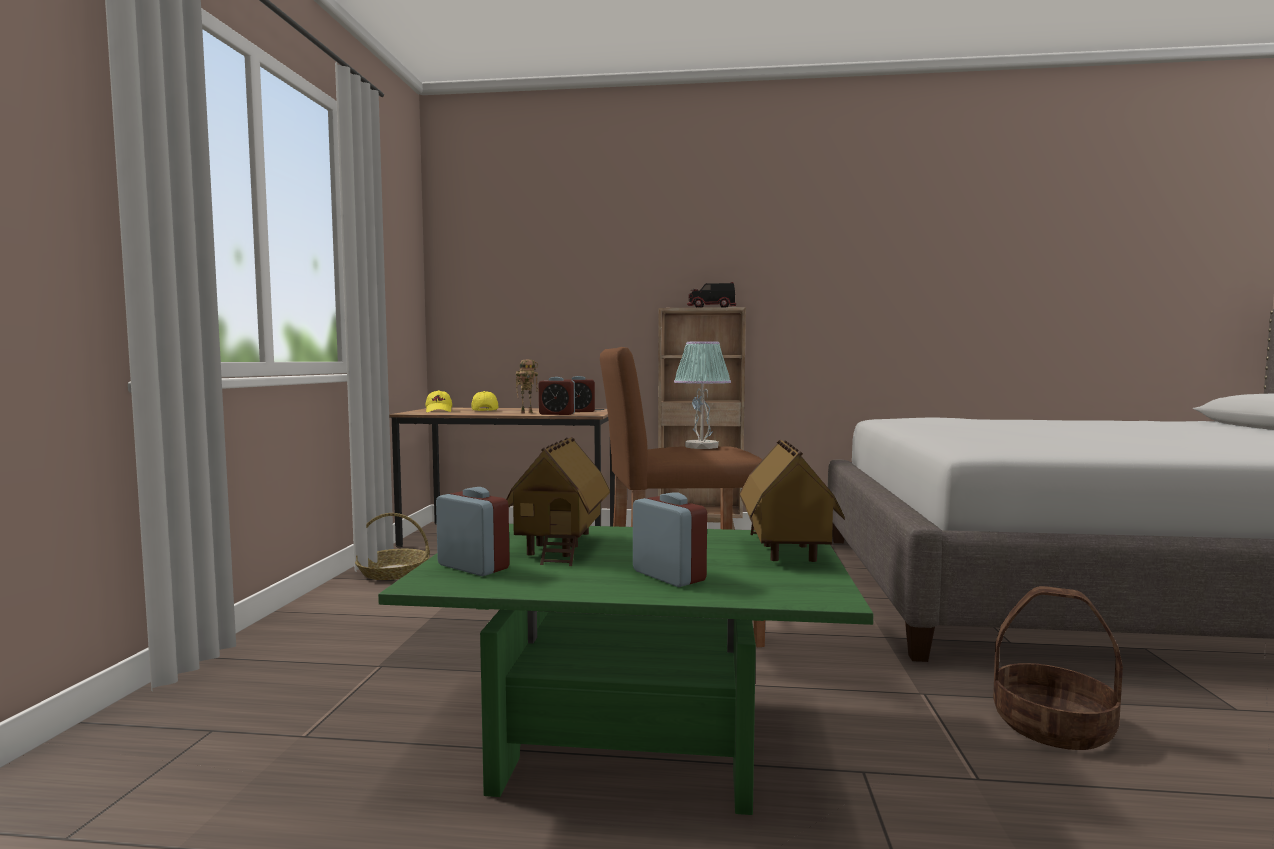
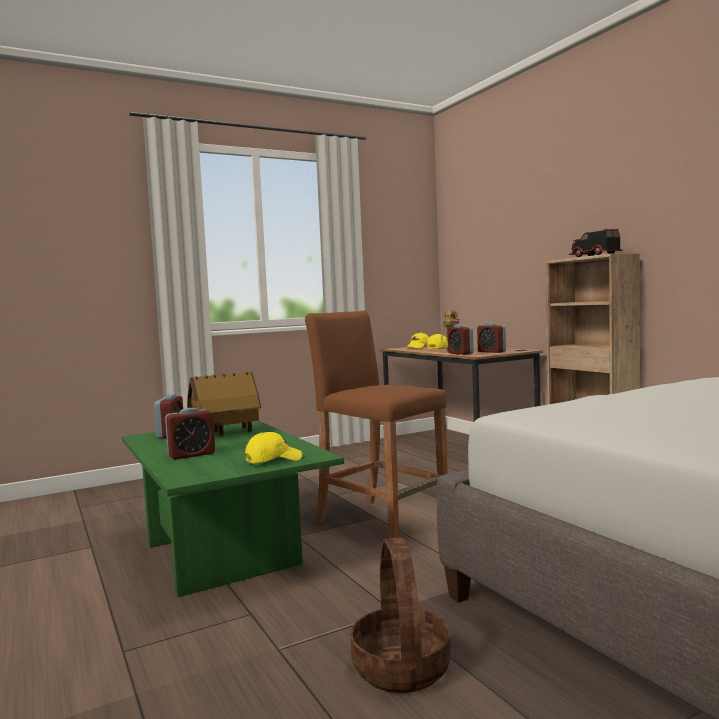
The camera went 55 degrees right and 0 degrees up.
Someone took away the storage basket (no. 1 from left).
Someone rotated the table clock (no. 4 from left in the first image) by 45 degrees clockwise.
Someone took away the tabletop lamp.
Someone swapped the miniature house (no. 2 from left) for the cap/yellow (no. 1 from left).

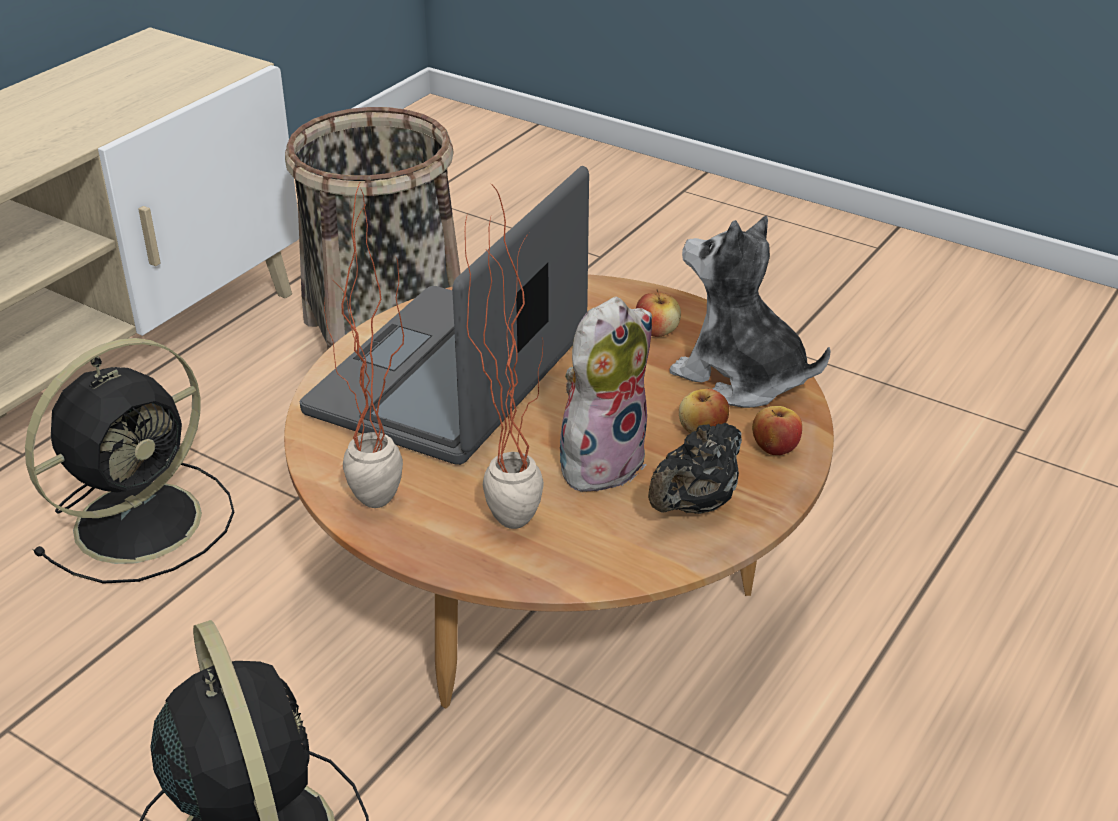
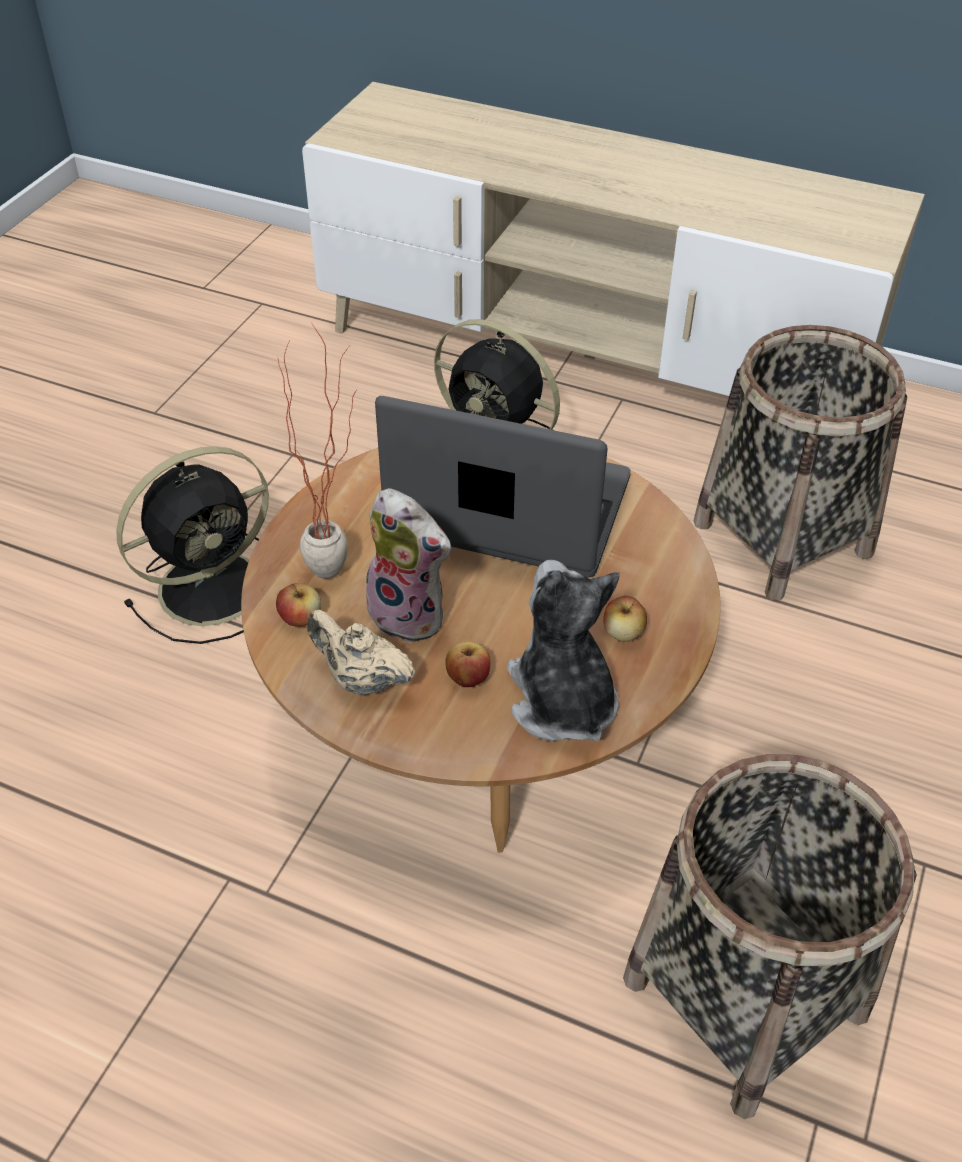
The camera went 80 degrees right and 10 degrees up.
Someone took away the houseplant (no. 1 from left).
Someone repainted the teapot/black, which became the teapot/sand-coloured.
Someone rotated the cuddly toy (no. 2 from left) by 45 degrees counterclockwise.
Someone carried the whole apple (no. 3 from left in the first image).
Someone put down the storage basket (no. 1 from left).

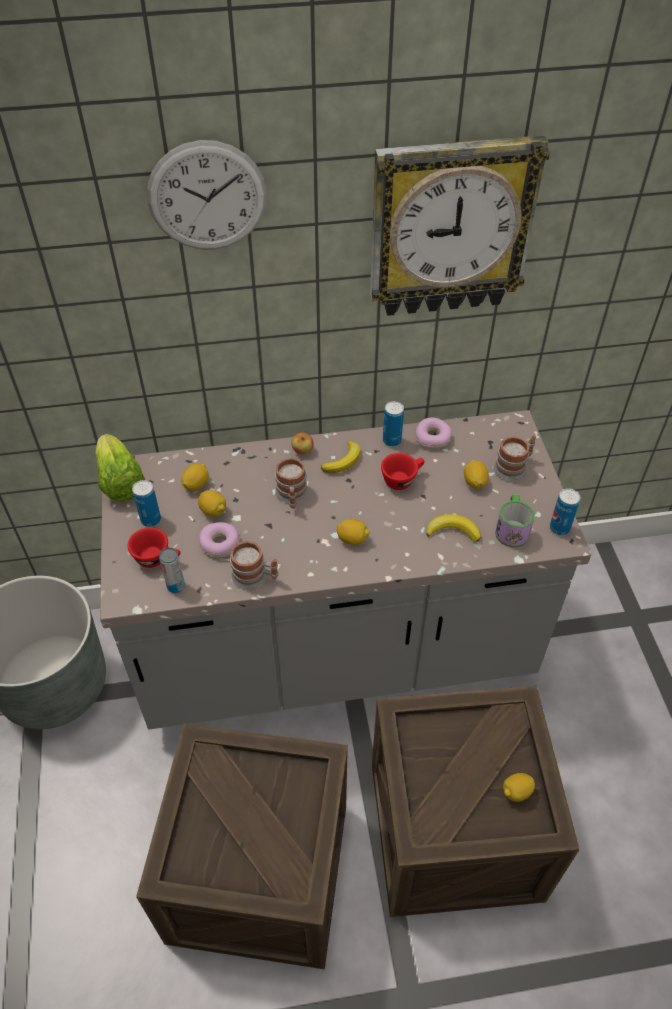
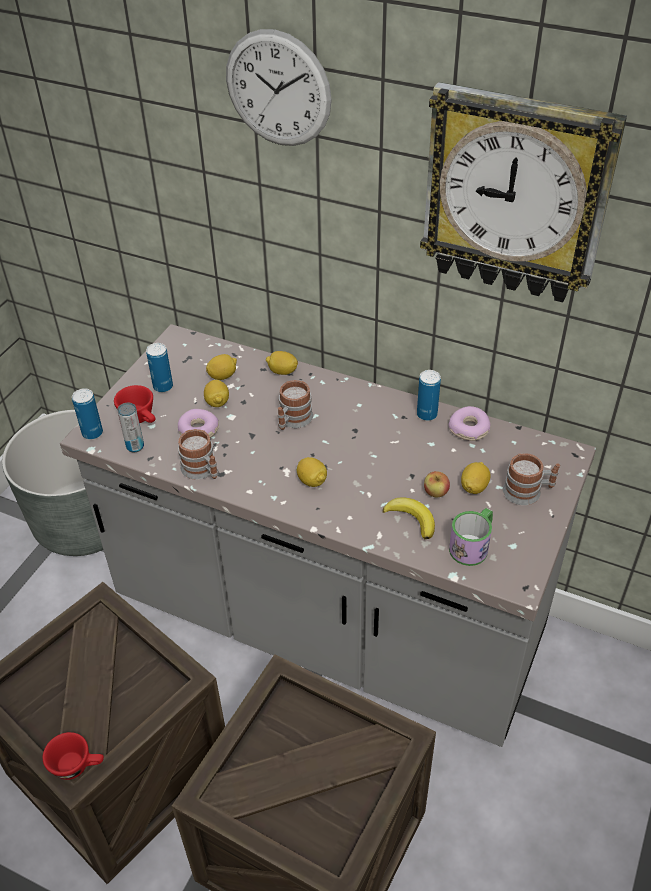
The camera went 35 degrees right and 5 degrees down.
Someone took away the head of lettuce.
Someone carried the whole apple.
Someone took away the banana (no. 1 from left).
Someone carried the cup/red (no. 2 from left in the first image).
Someone carried the citrus fruit (no. 5 from left in the first image).
Someone carried the can (no. 4 from left in the first image).

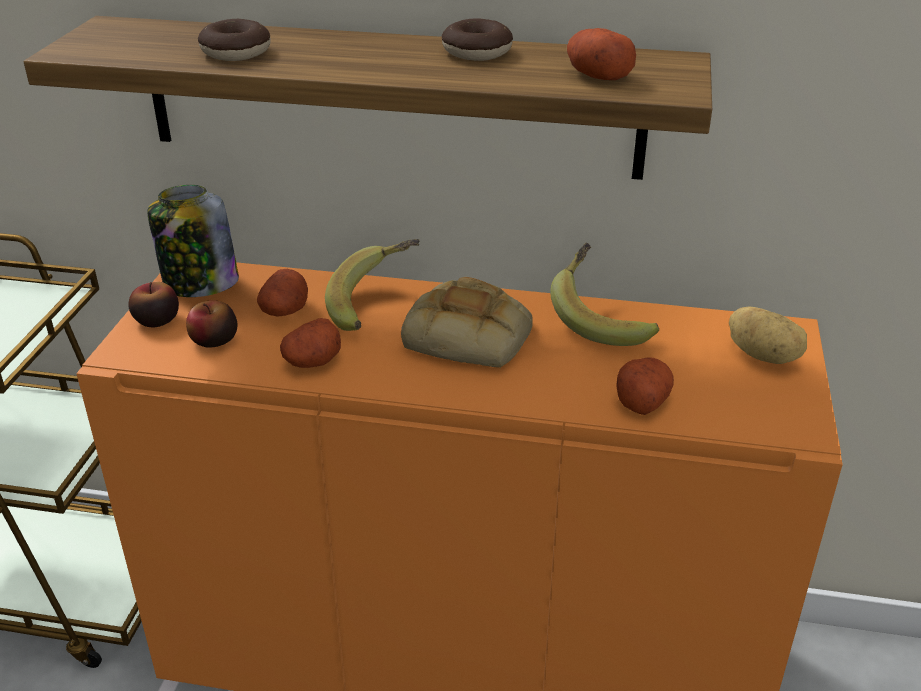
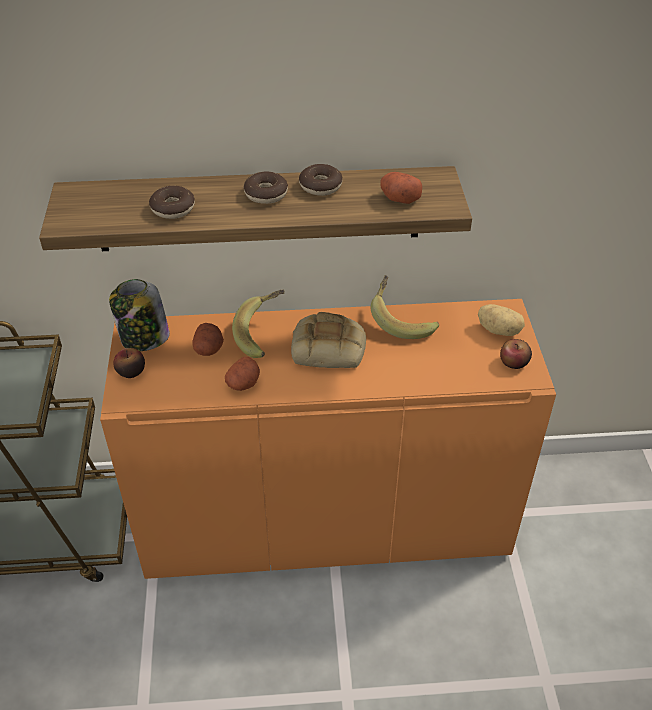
The camera went 15 degrees left and 10 degrees up.
Someone carried the whole apple (no. 2 from left).
Someone took away the spud (no. 4 from left).
Someone put down the donut (no. 2 from left).

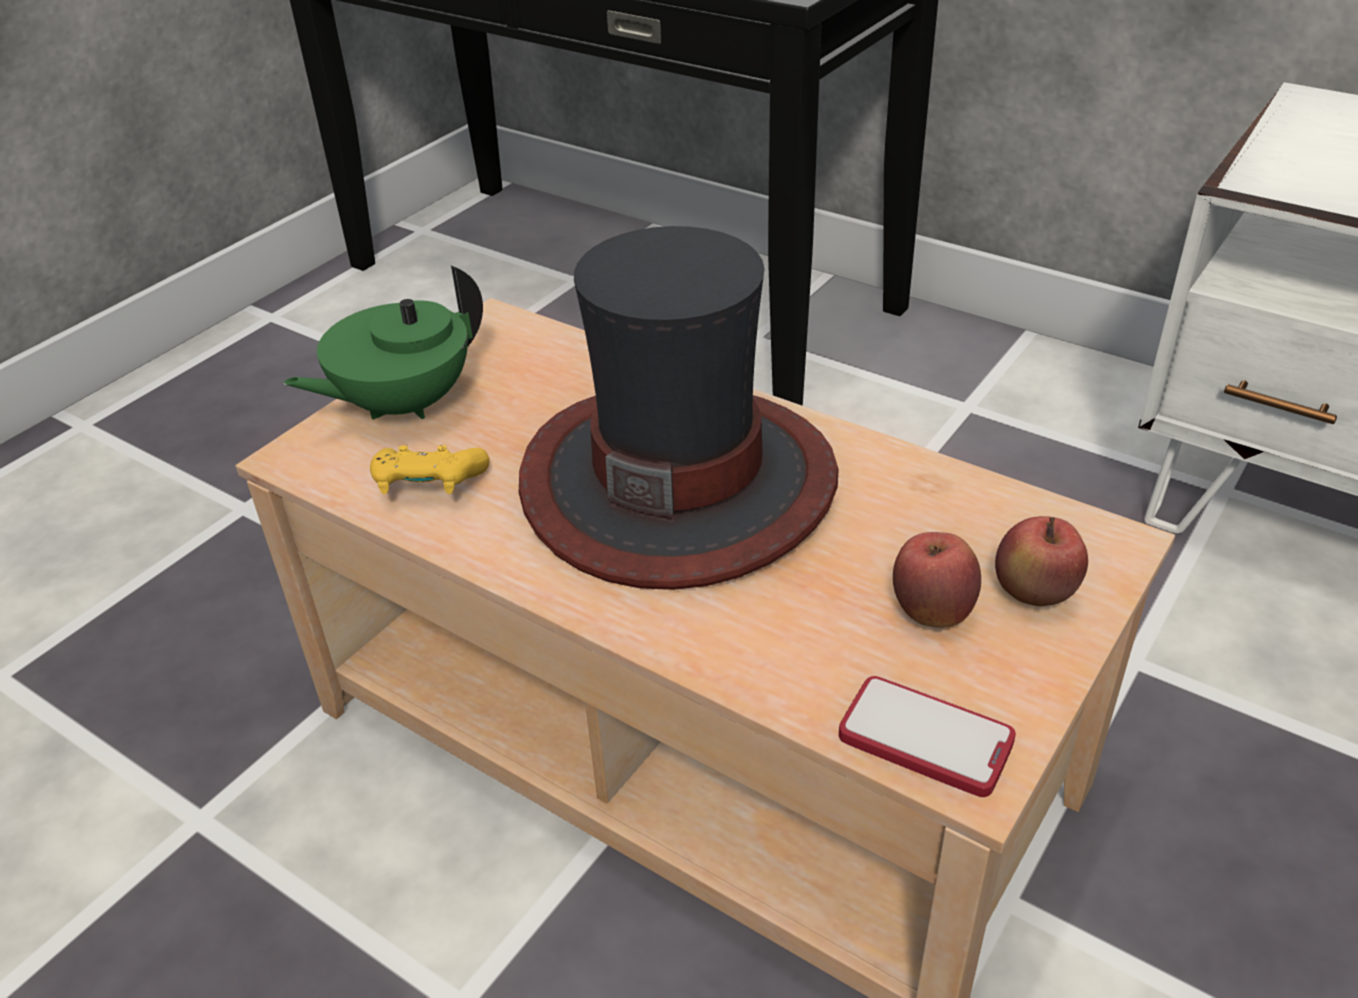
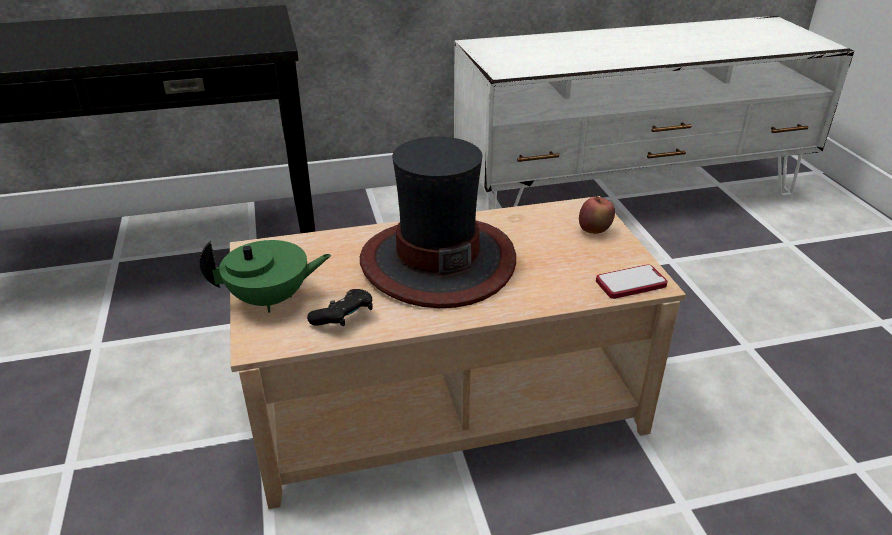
The camera went 50 degrees left and 5 degrees down.
Someone rotated the teapot/green-coloured by 105 degrees counterclockwise.
Someone repainted the game controller/yellow, which became the game controller/black.
Someone took away the whole apple (no. 1 from left).

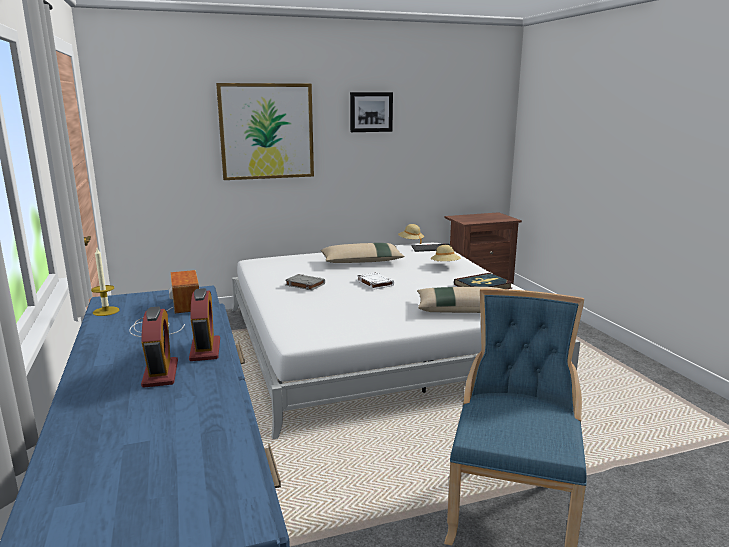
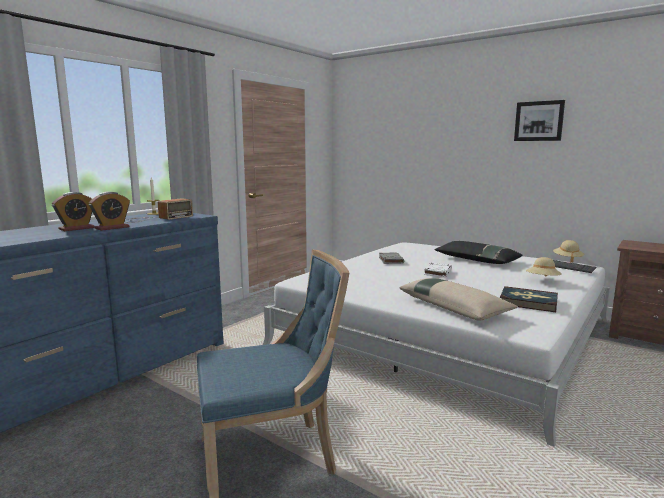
The camera went 55 degrees right and 5 degrees down.
Someone took away the picture (no. 1 from left).
Someone repainted the pillow/sand-coloured (no. 1 from left), which became the pillow/black.

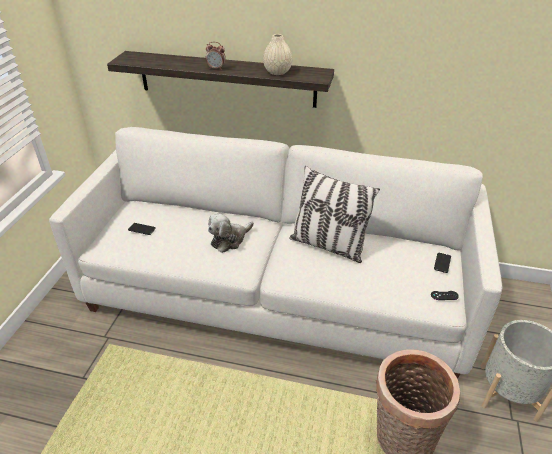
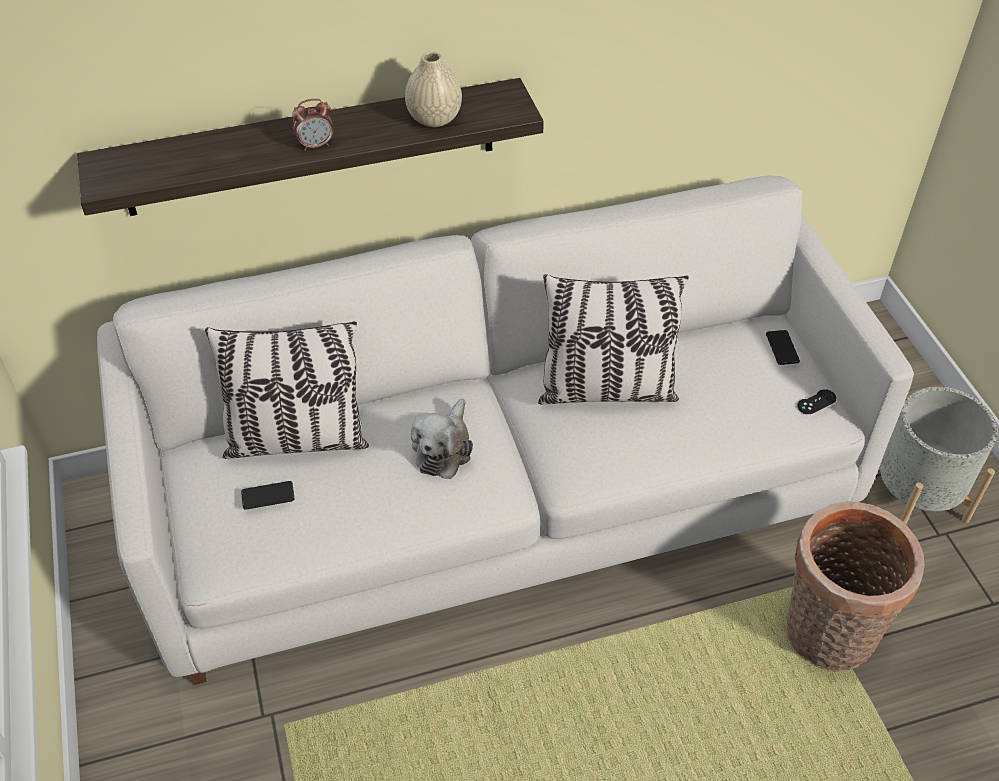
The camera went 30 degrees left and 10 degrees up.
Someone put down the pillow (no. 1 from left).

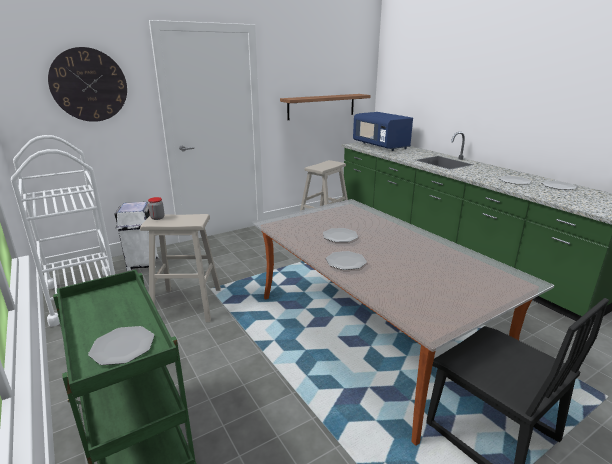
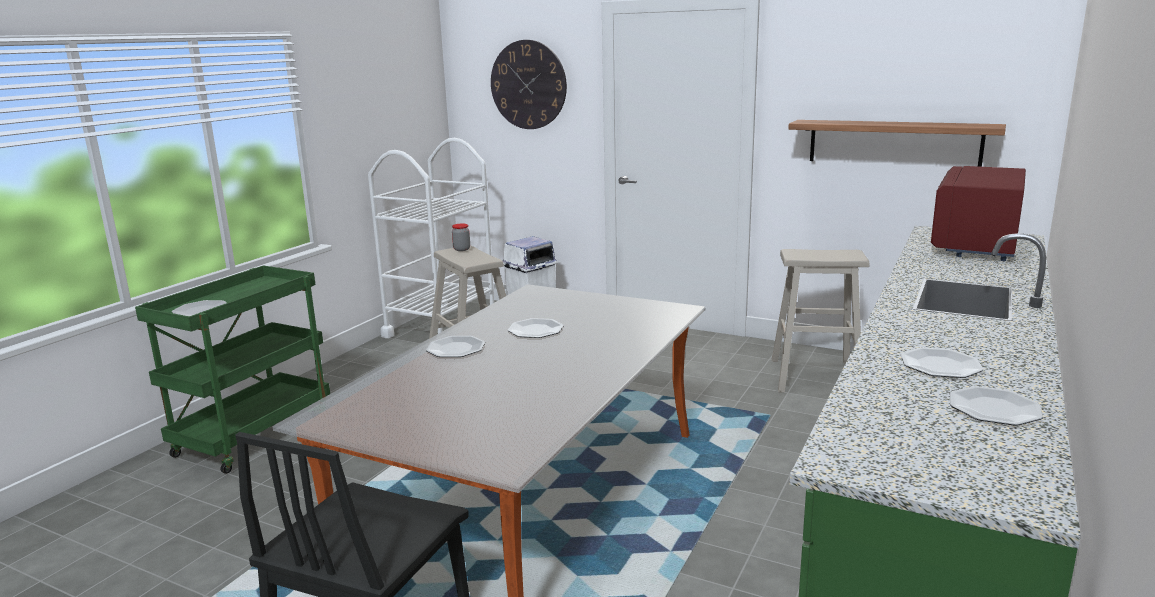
The camera went 60 degrees right and 5 degrees down.
Someone repainted the kitchen microwave/blue, which became the kitchen microwave/red.

